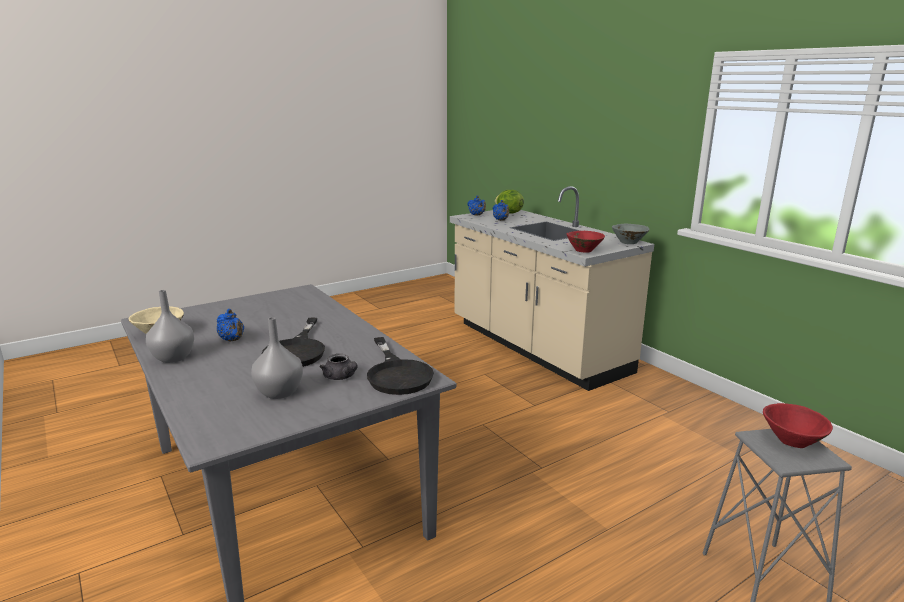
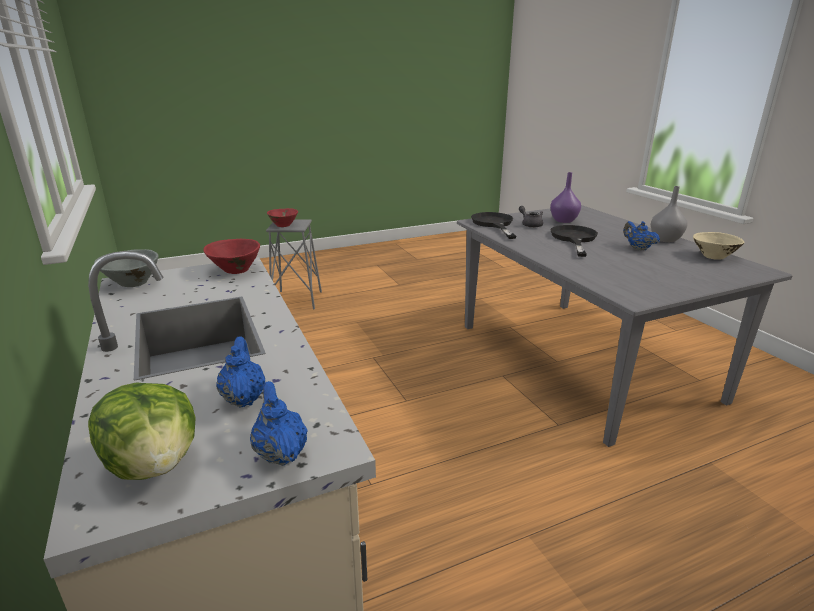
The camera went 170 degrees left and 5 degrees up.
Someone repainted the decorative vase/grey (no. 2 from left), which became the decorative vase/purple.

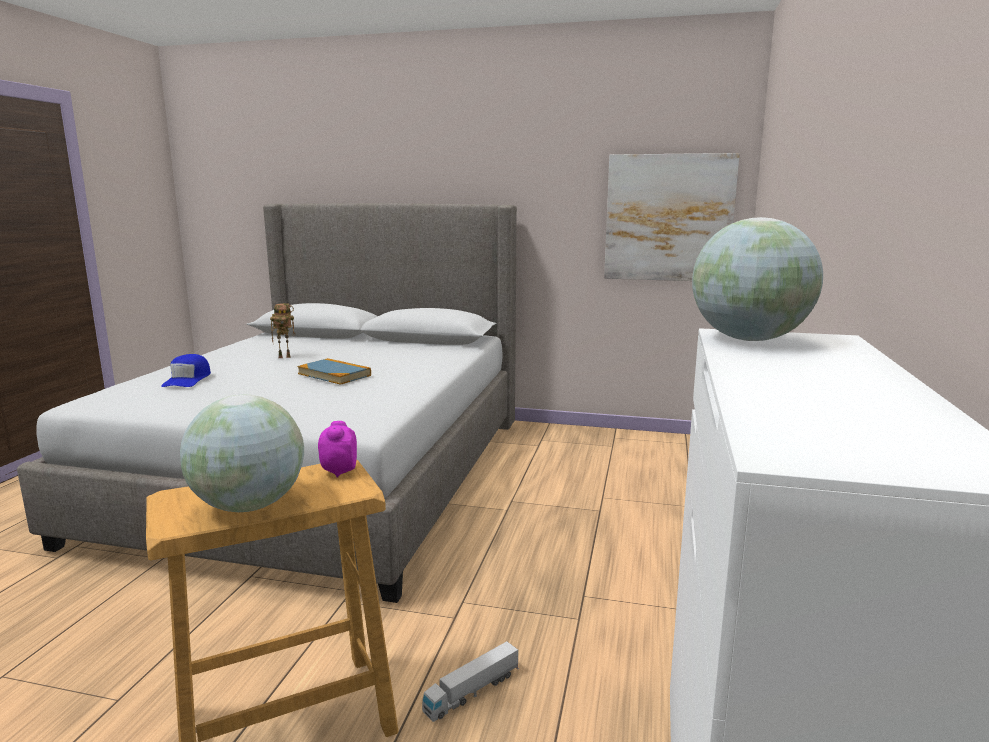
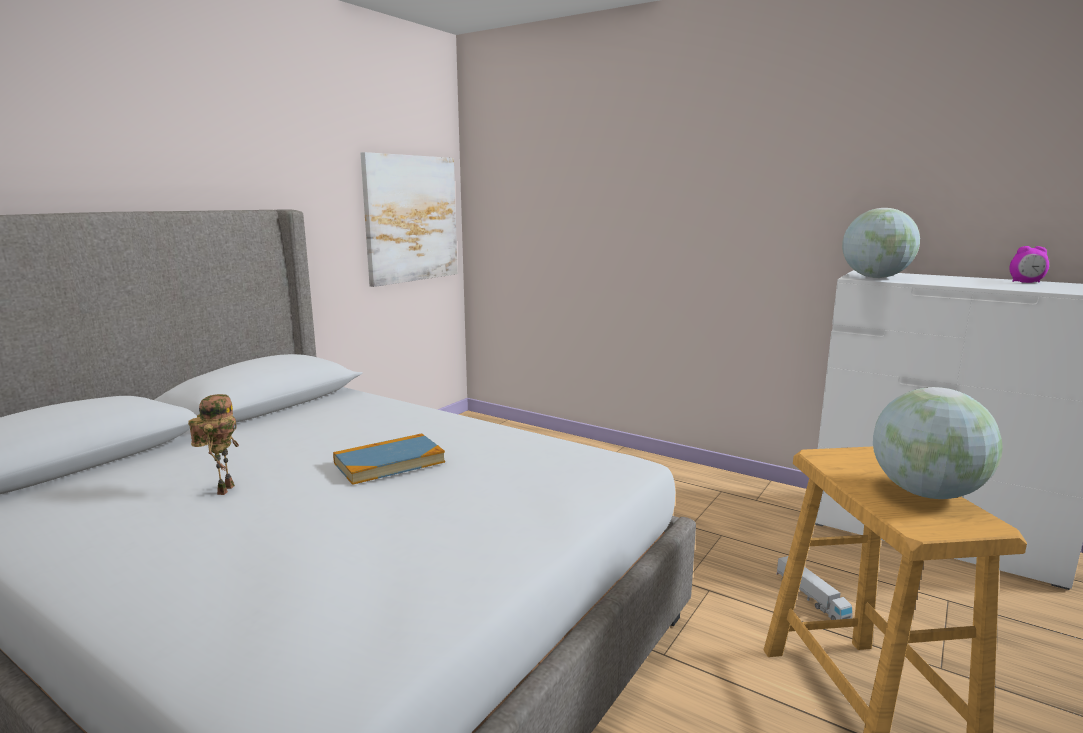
The camera went 70 degrees left and 0 degrees up.
Someone took away the cap/blue.
Someone carried the table clock.

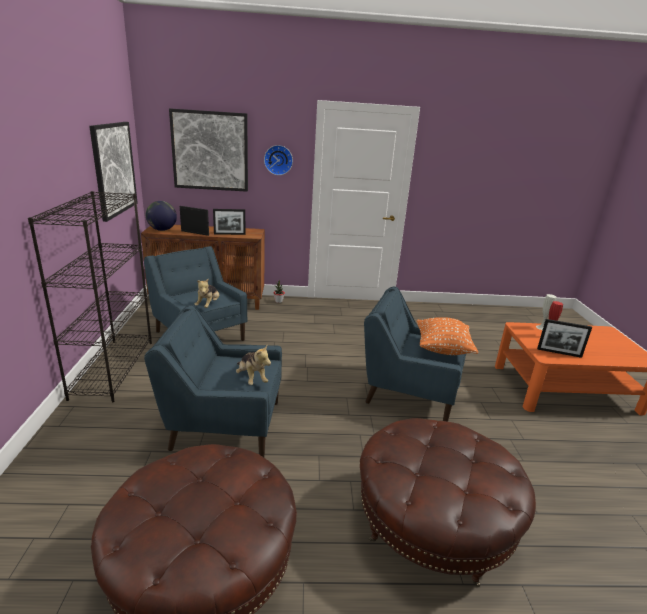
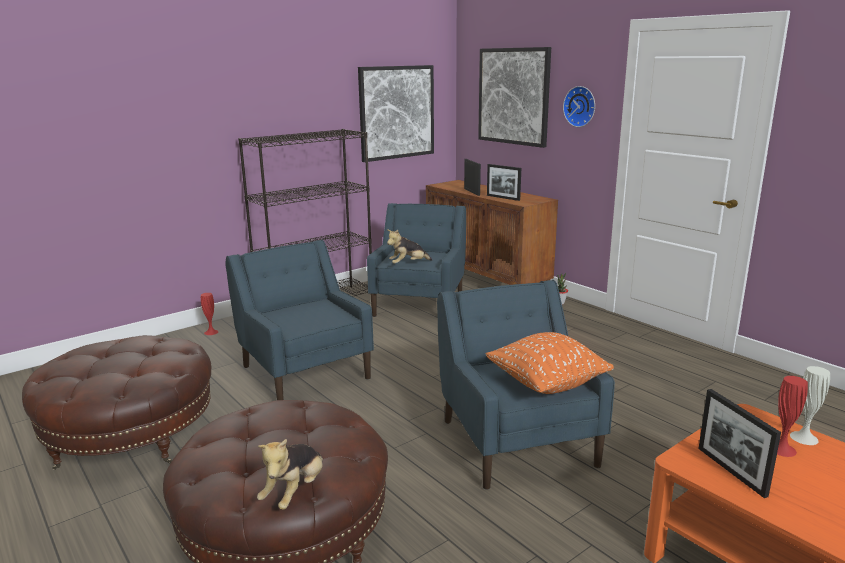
The camera went 55 degrees right and 5 degrees down.
Someone took away the world globe.
Someone carried the cuddly toy (no. 2 from left in the first image).
Someone put down the decorative vase/red (no. 1 from left).

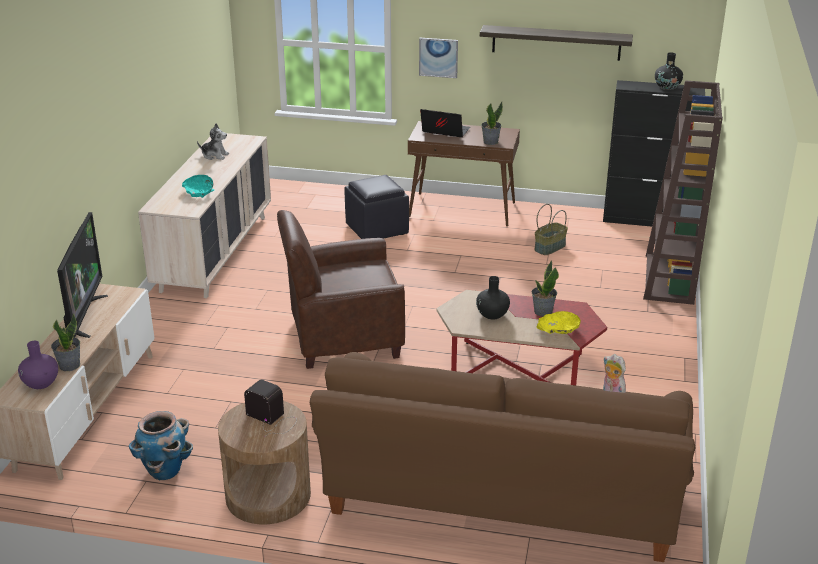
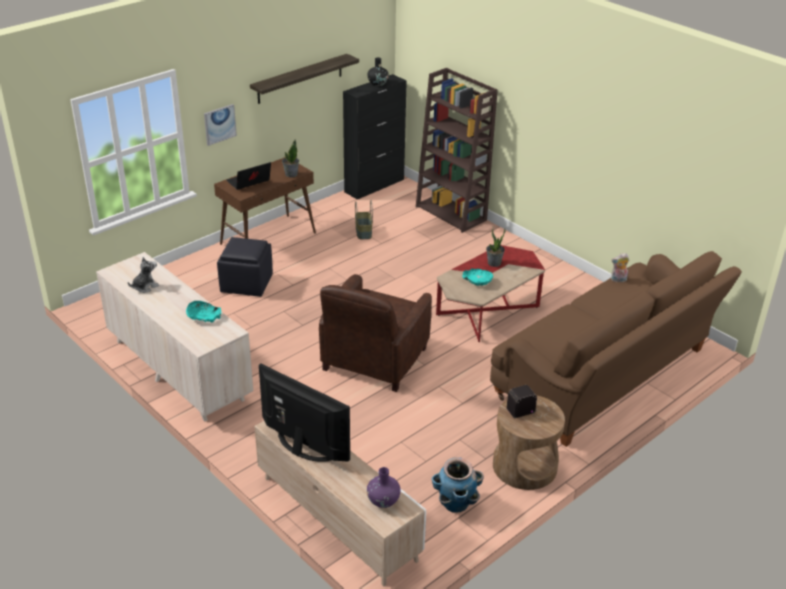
The camera went 55 degrees left and 5 degrees up.
Someone took away the houseplant (no. 1 from left).
Someone swapped the decorative vase/black (no. 1 from left) for the serving bowl/turquoise (no. 2 from left).
Someone took away the serving bowl/yellow.

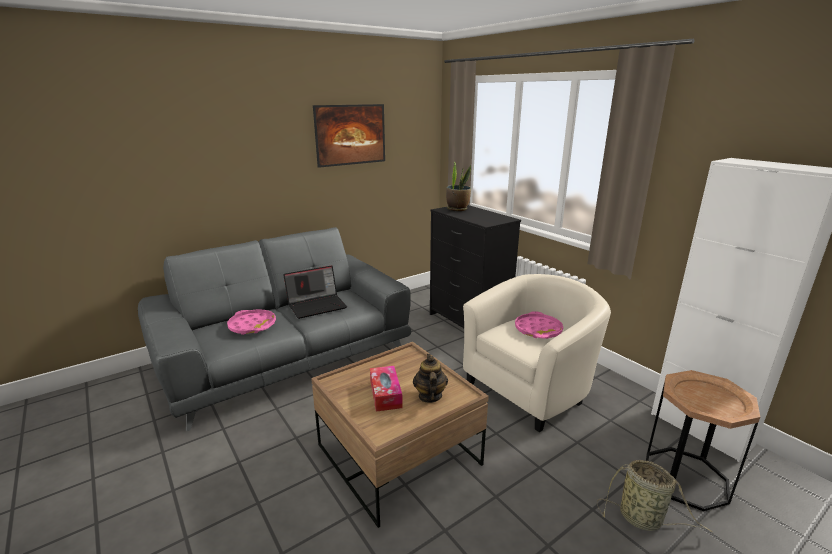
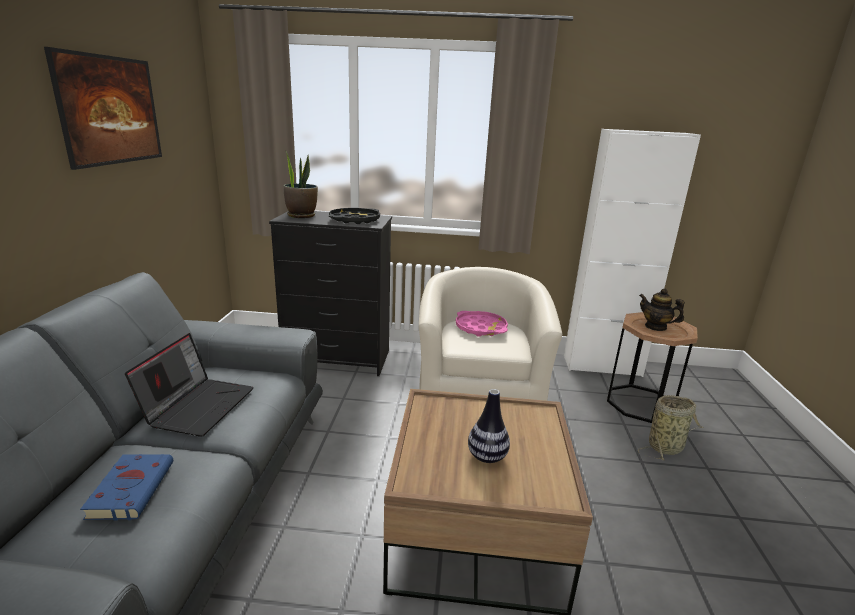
The camera went 50 degrees left and 0 degrees up.
Someone swapped the carrying tray/pink (no. 1 from left) for the bound book/blue.
Someone swapped the tissue holder for the decorative vase.
Someone carried the teapot.
Someone put down the carrying tray/black.

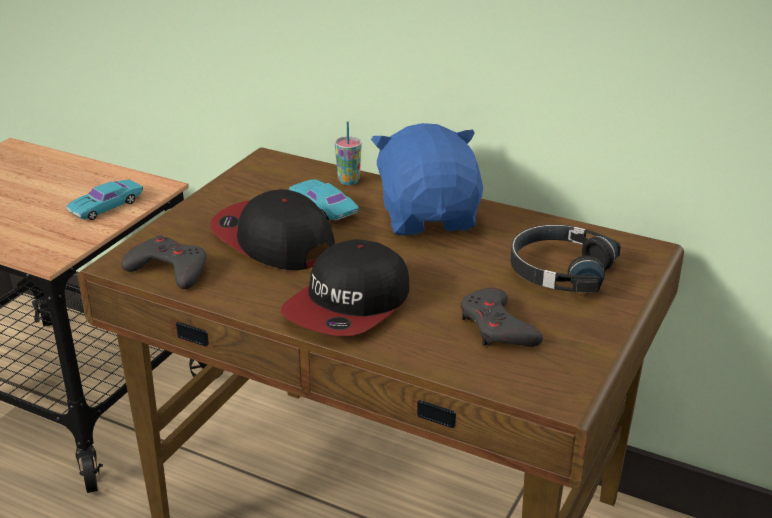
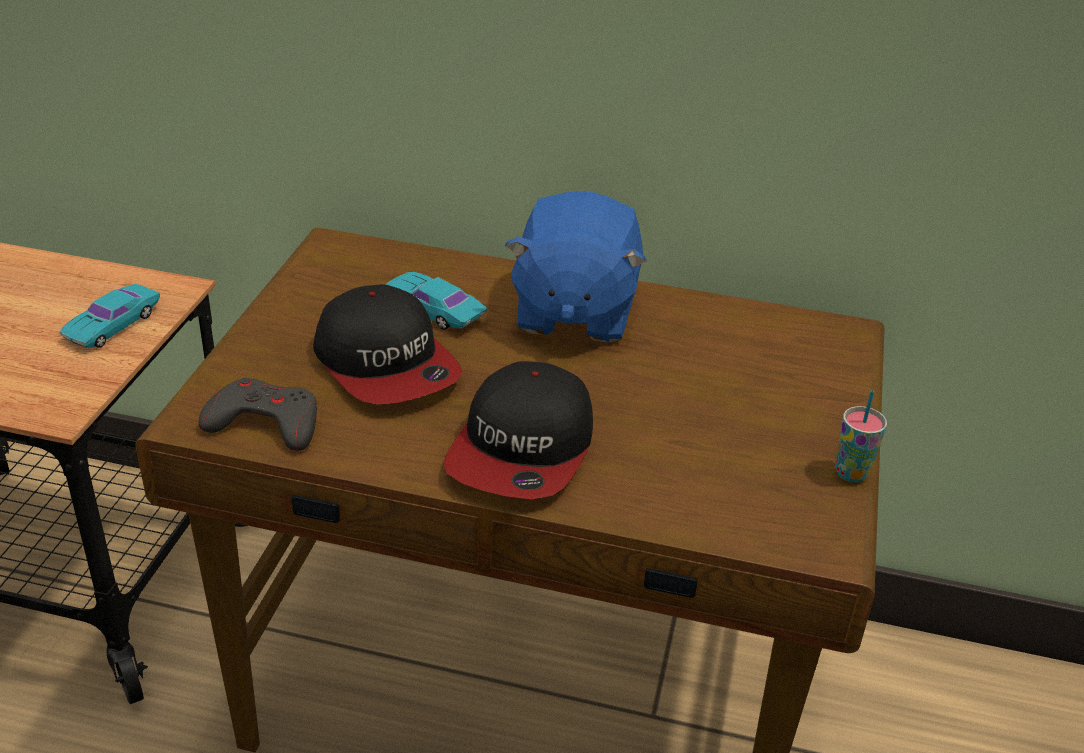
The camera went 15 degrees left and 5 degrees up.
Someone rotated the cap (no. 1 from left) by 150 degrees counterclockwise.
Someone carried the cup.
Someone rotated the cuddly toy/blue by 150 degrees counterclockwise.
Someone took away the game controller/grey (no. 2 from left).
Someone took away the pair of headphones/black.

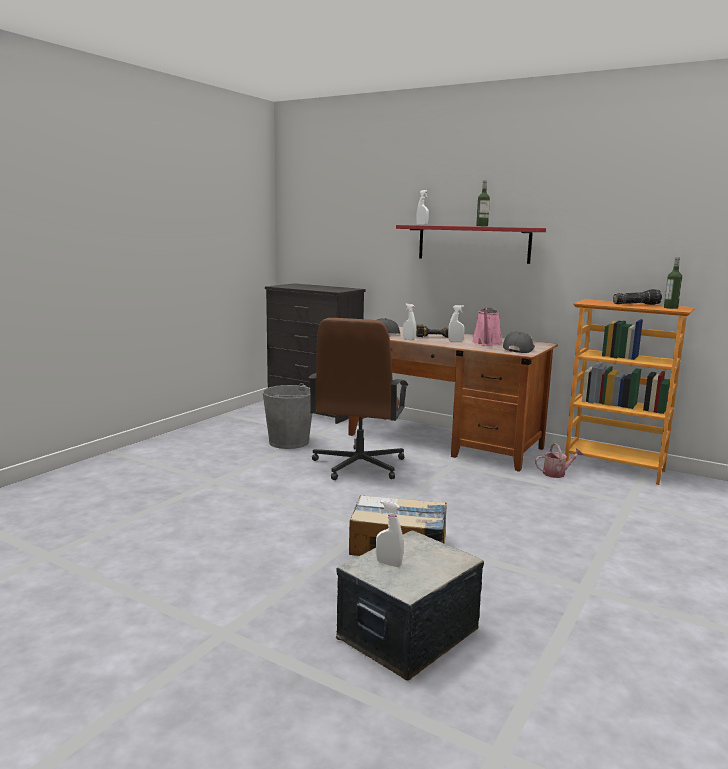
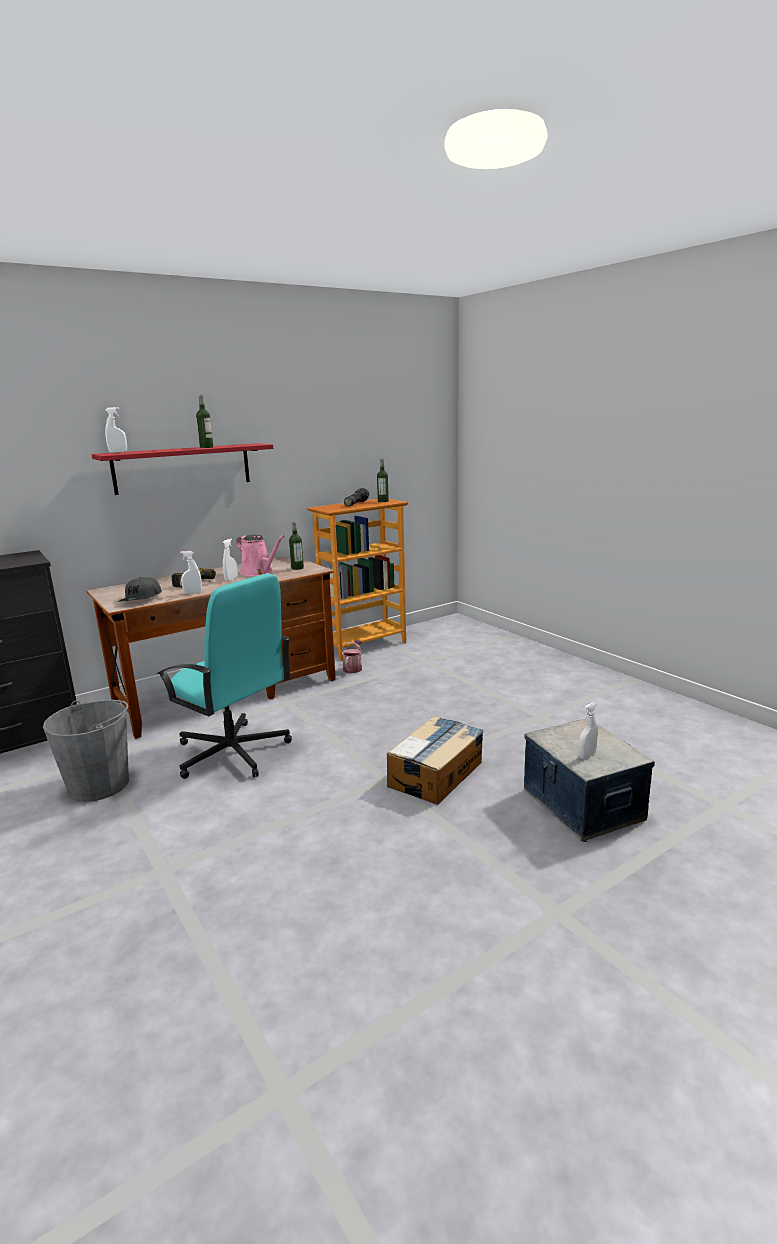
The camera went 65 degrees left and 5 degrees up.
Someone repainted the desk chair/brownish, which became the desk chair/turquoise.
Someone swapped the cap/grey (no. 2 from left) for the drink bottle (no. 2 from left).

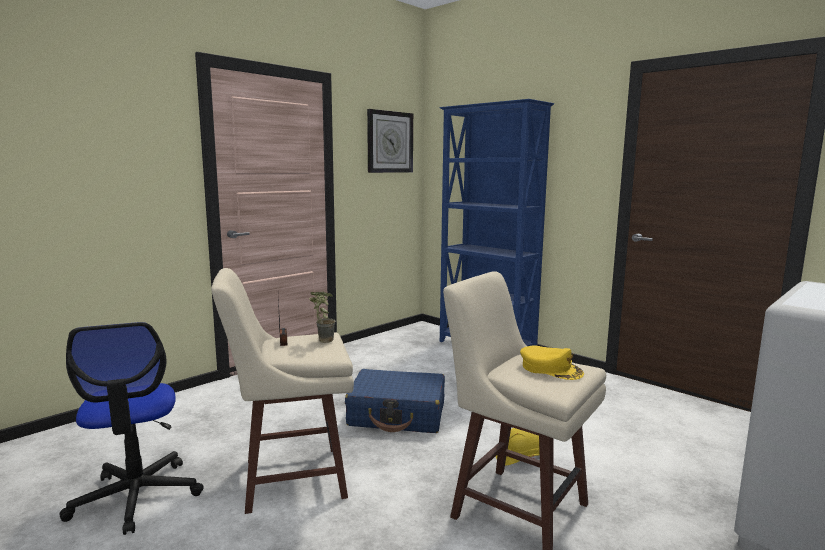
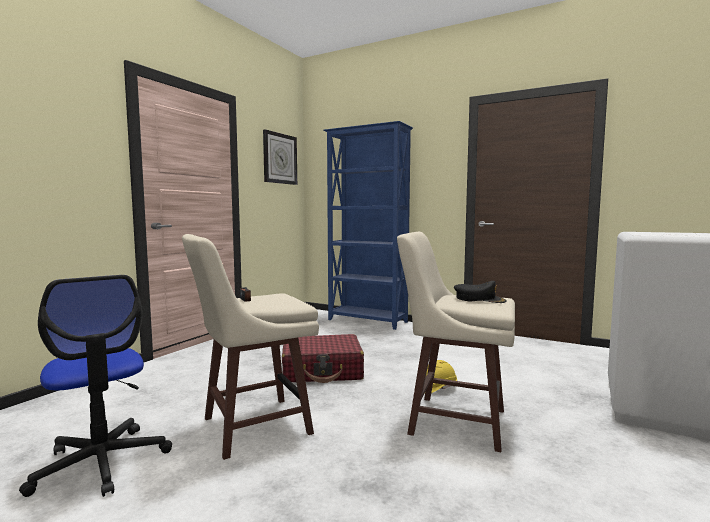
The camera went 15 degrees left and 5 degrees down.
Someone took away the houseplant.
Someone repainted the piece of luggage/blue, which became the piece of luggage/red.
Someone repainted the cap/yellow, which became the cap/black.

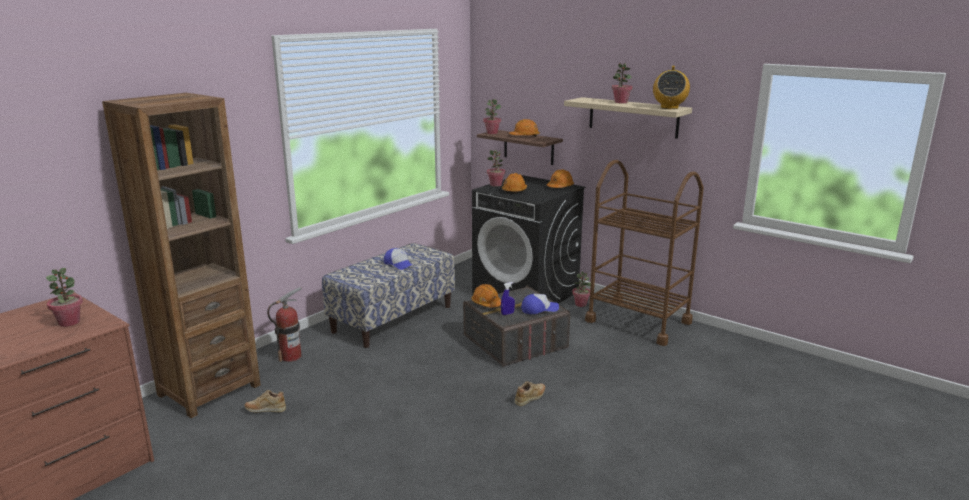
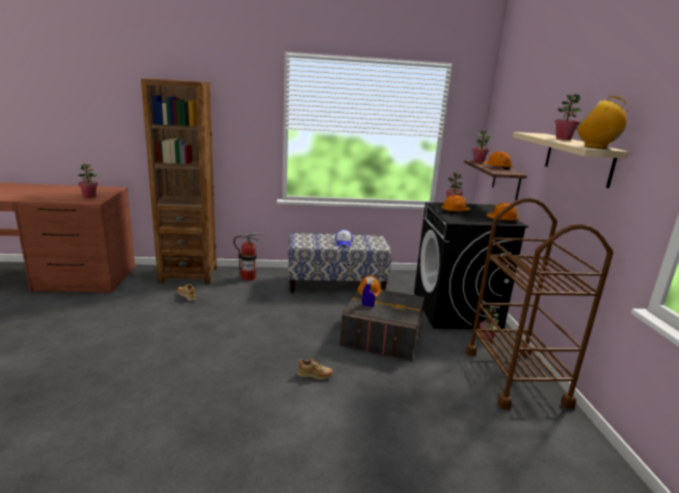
The camera went 45 degrees right and 0 degrees up.
Someone took away the cap (no. 2 from left).
Someone rotated the radio receiver by 60 degrees clockwise.

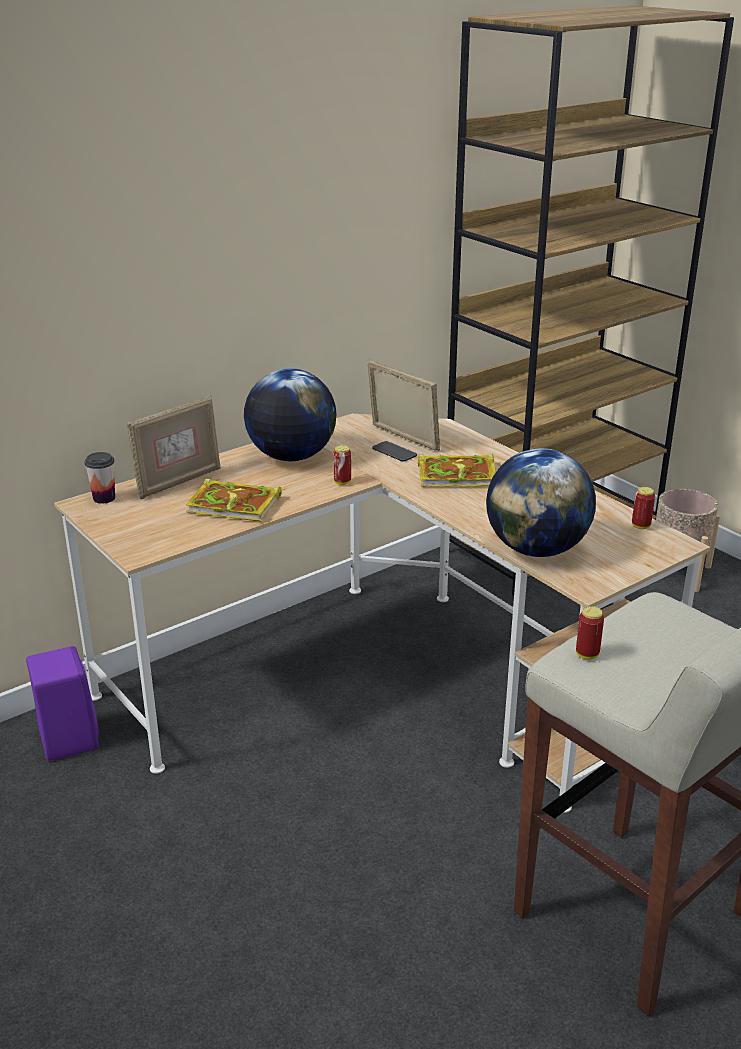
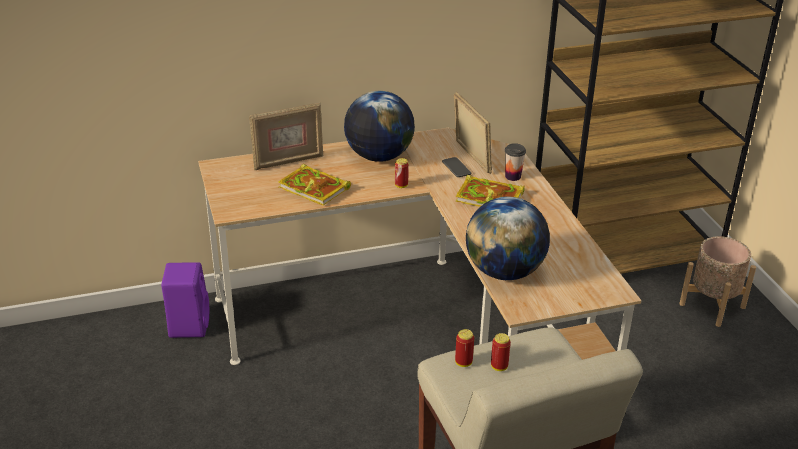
The camera went 20 degrees right and 5 degrees up.
Someone carried the cup.
Someone carried the can (no. 3 from left).

